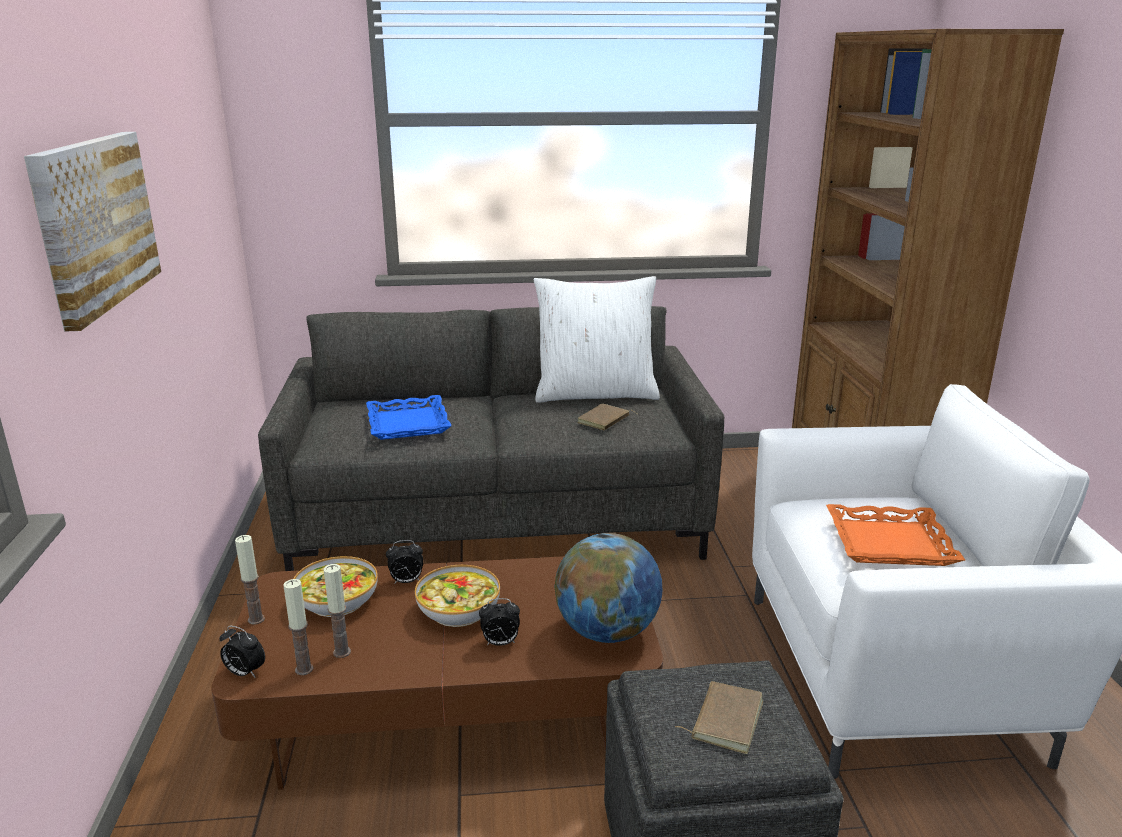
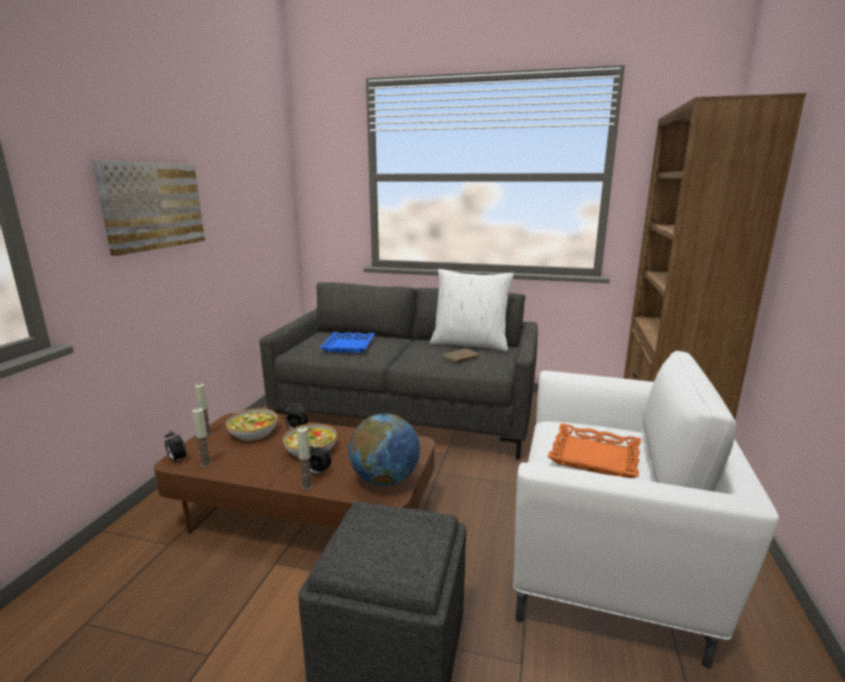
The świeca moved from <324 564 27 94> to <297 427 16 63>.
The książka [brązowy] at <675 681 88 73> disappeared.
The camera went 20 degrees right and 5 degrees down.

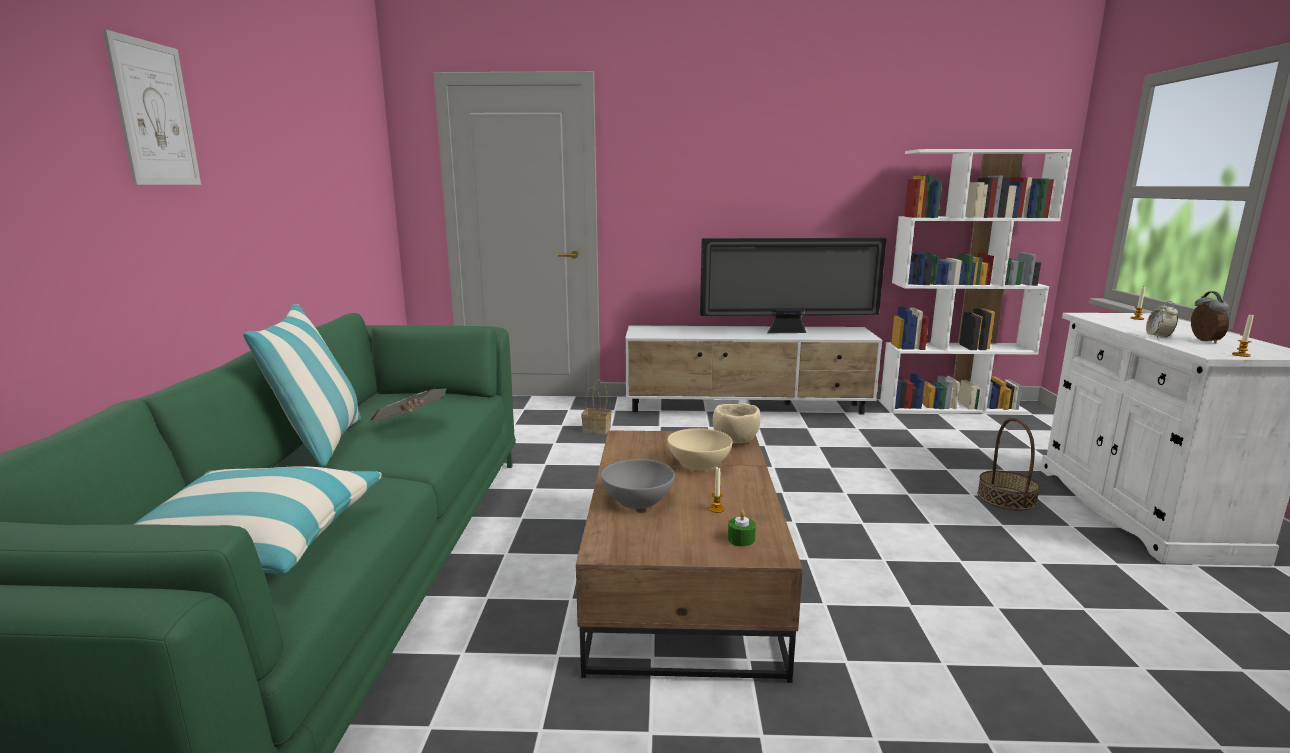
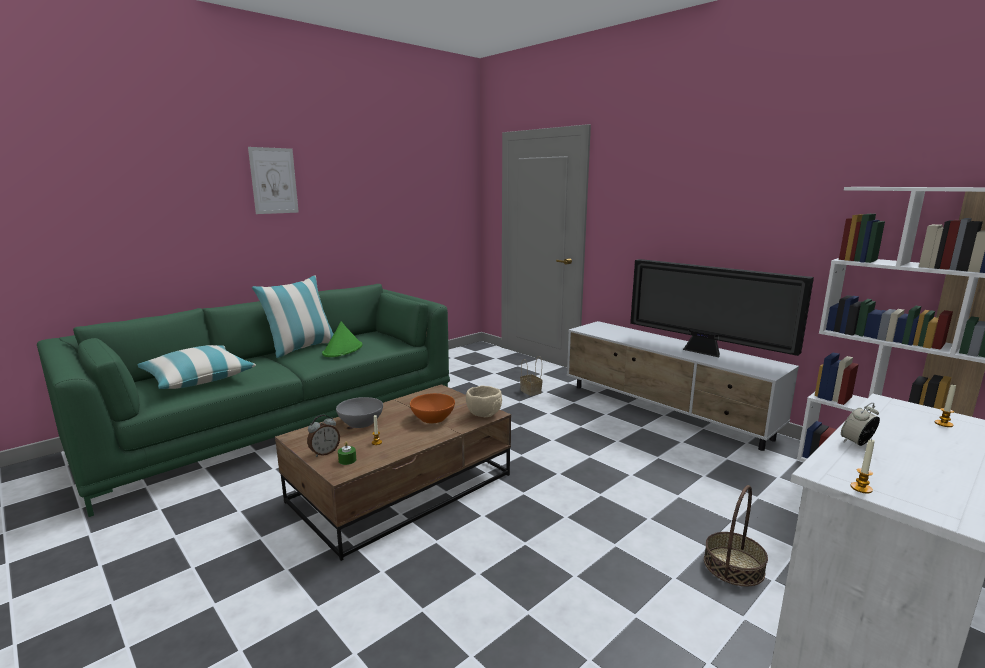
The gazeta at <369 388 78 34> was replaced by the kapelusz [zielony] at <322 322 41 35>.
The miska [beżowy] at <668 428 65 42> became the miska [pomarańczowy] at <410 393 45 30>.
The budzik moved from <1191 291 38 53> to <307 415 33 42>.
The camera went 45 degrees right and 0 degrees up.

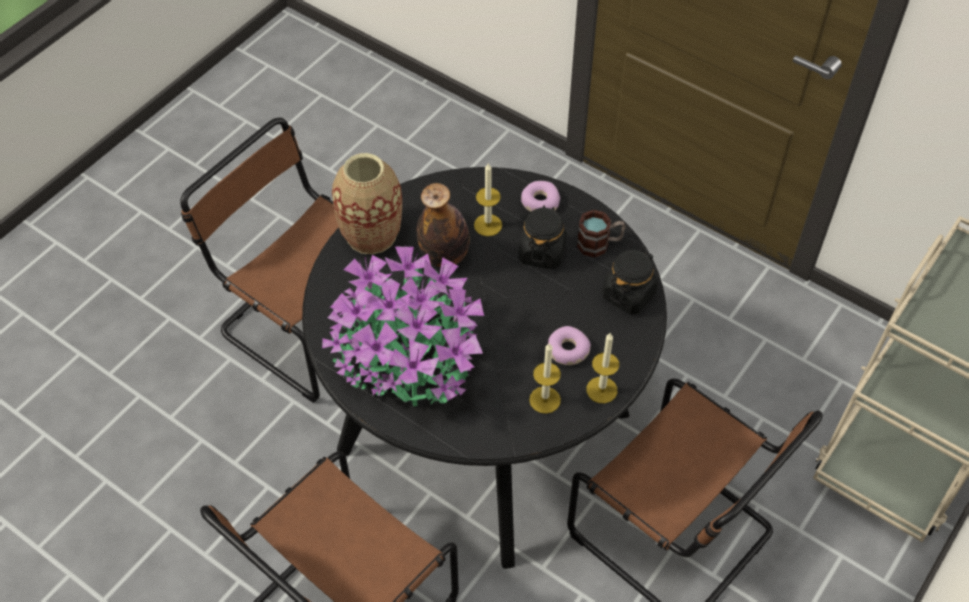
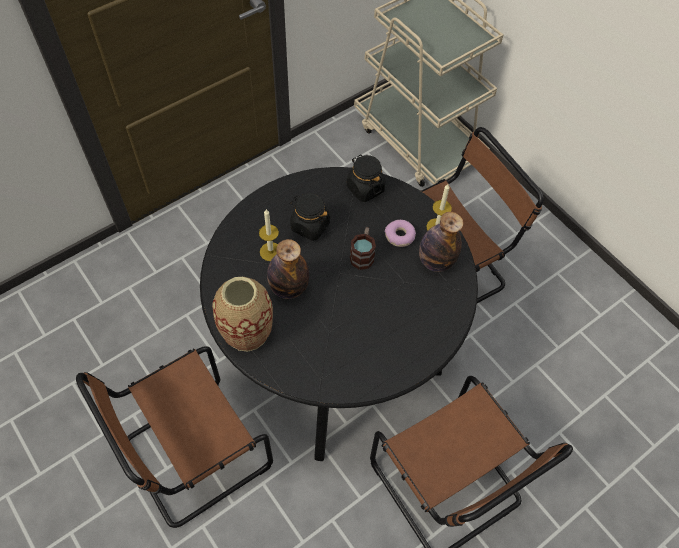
The roślina doniczkowa at <322 247 162 160> disappeared.
The donut at <521 181 39 31> disappeared.
The świeca at <529 343 32 71> was replaced by the butelka at <419 212 44 60>.
The kubek moved from <577 210 48 48> to <350 227 26 43>.
The camera went 75 degrees left and 5 degrees up.

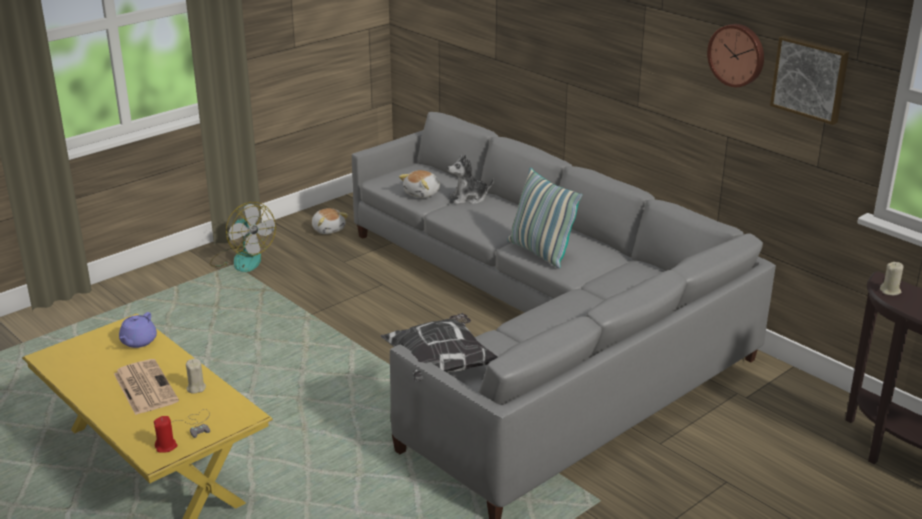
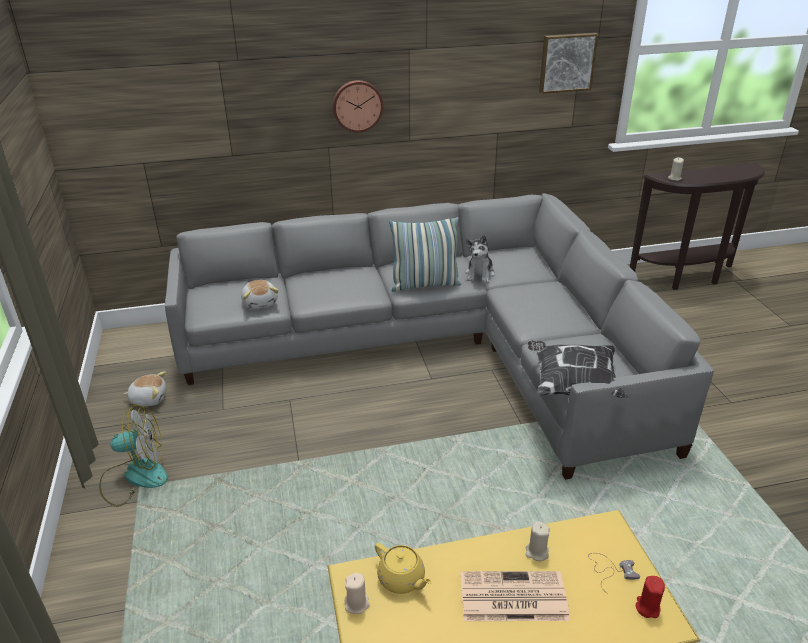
The imbryk [fioletowy] at <119 312 38 36> became the imbryk [żółty] at <375 543 57 51>.
The pluszak moved from <448 154 46 51> to <466 235 29 48>.
The zegar ścienny moved from <707 24 57 63> to <333 80 50 52>.
The świeca [beżowy] at <345 573 25 41> appeared.
The camera went 60 degrees left and 5 degrees up.

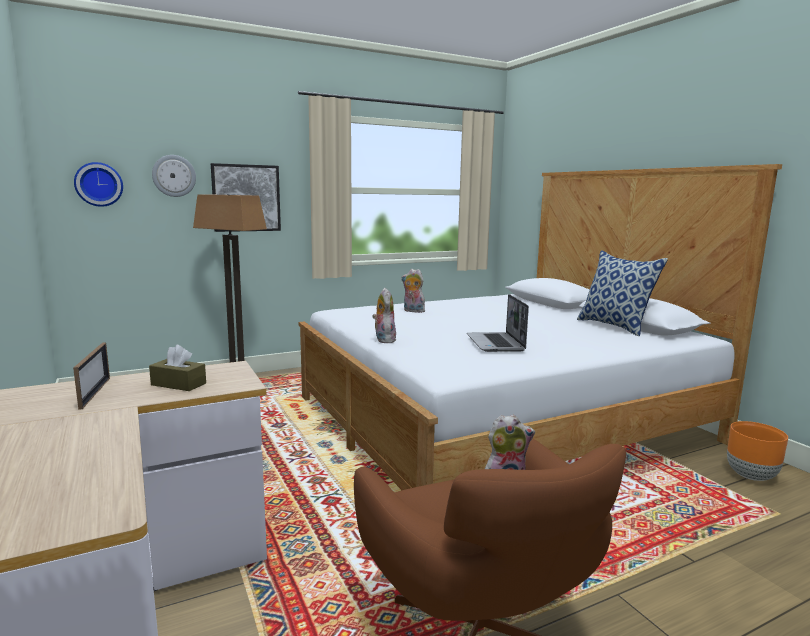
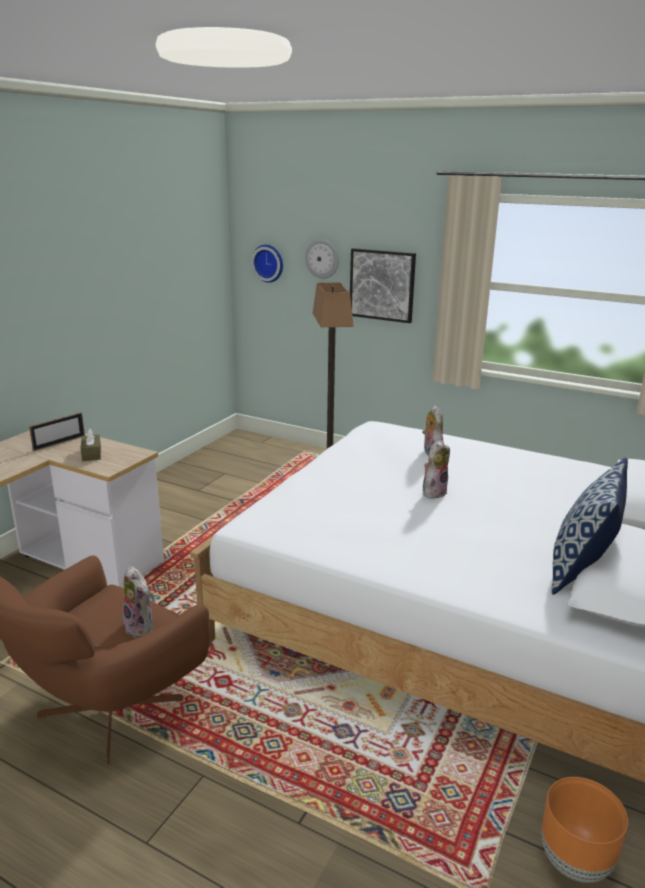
The pluszak moved from <372 288 24 55> to <423 440 27 59>.
The laptop at <467 294 62 58> disappeared.
The camera went 55 degrees right and 10 degrees up.

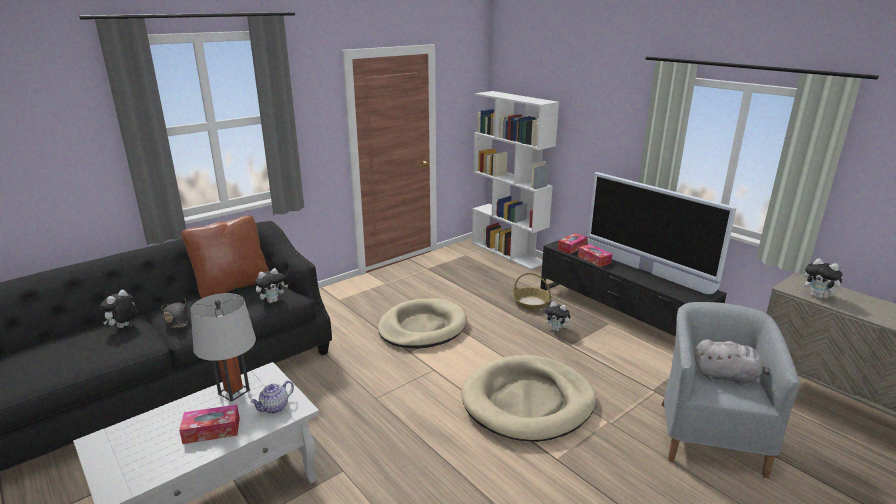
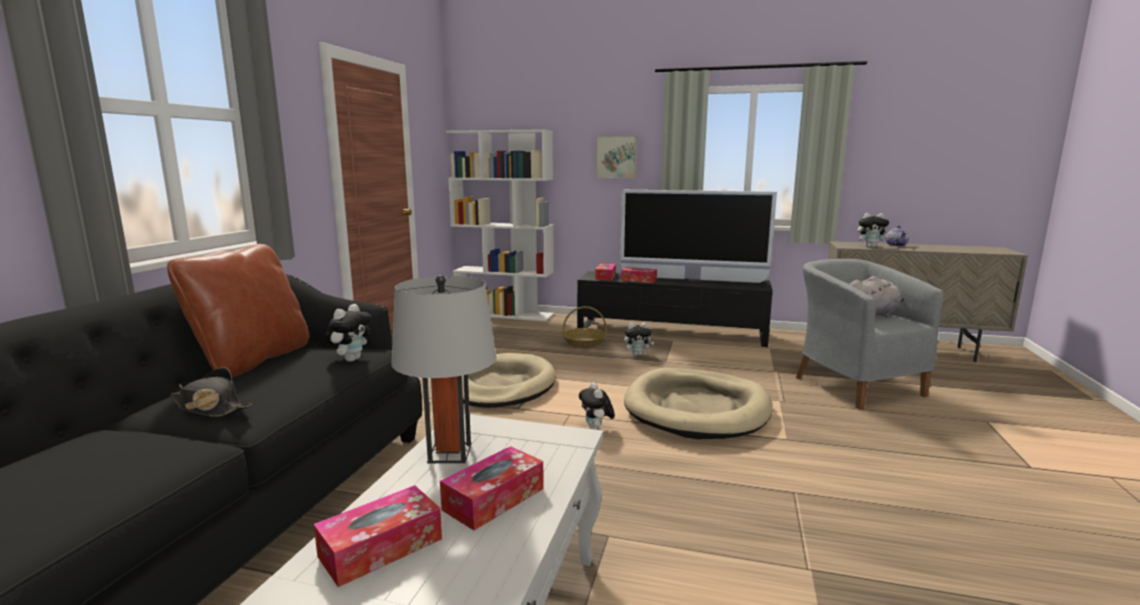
The pluszak moved from <100 290 38 38> to <579 382 36 48>.
The imbryk moved from <251 381 43 33> to <886 225 23 22>.
The pudełko chusteczek at <314 485 128 102> appeared.
The obraz at <595 136 42 42> appeared.
The camera went 35 degrees left and 10 degrees down.

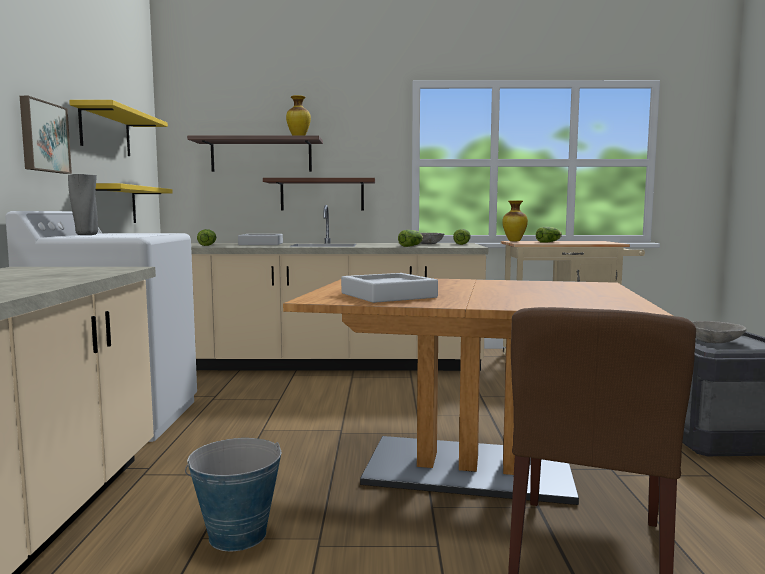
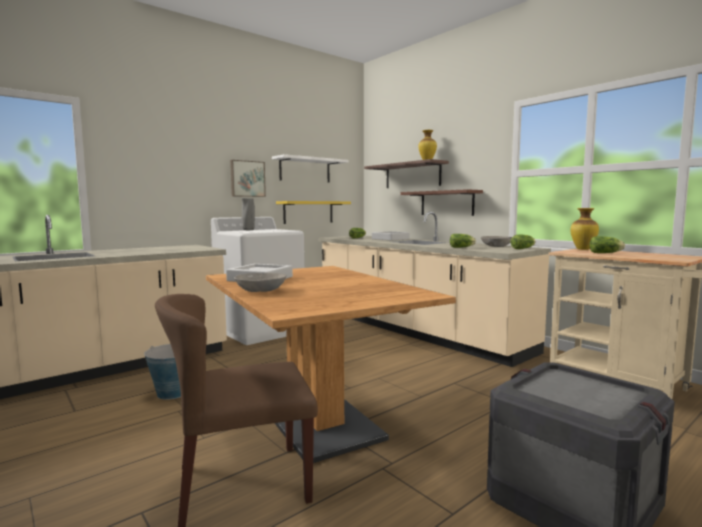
The półka [żółty] at <69 100 99 56> became the półka [biały] at <272 154 76 28>.
The miska [szary] moved from <692 321 55 22> to <234 273 53 19>.
The camera went 50 degrees right and 0 degrees up.

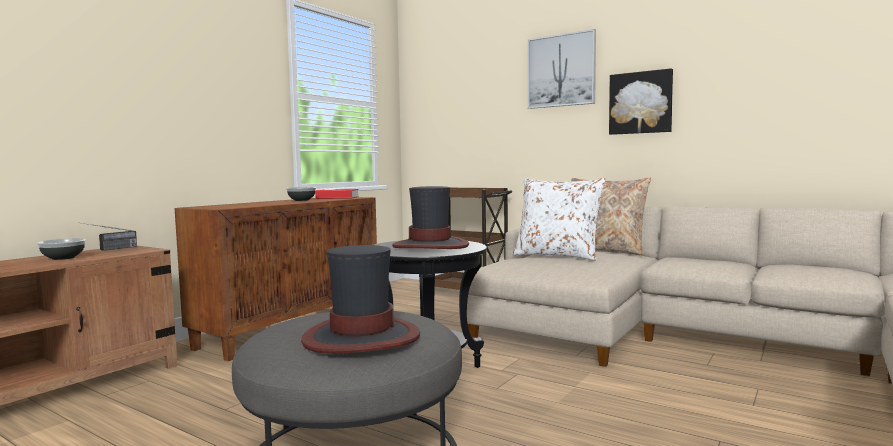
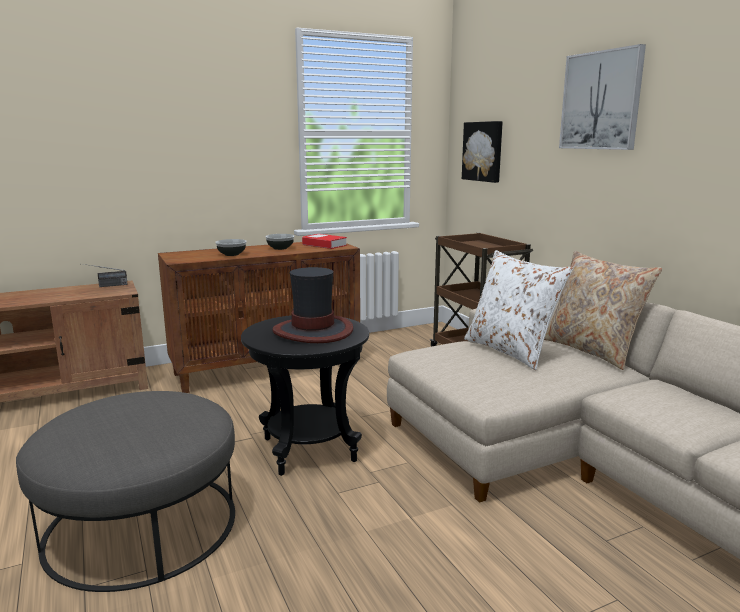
The miska moved from <37 238 49 22> to <215 239 32 17>.
The kapelusz at <301 245 119 109> disappeared.
The obraz moved from <609 68 64 67> to <462 121 41 62>.
The camera went 30 degrees right and 10 degrees up.

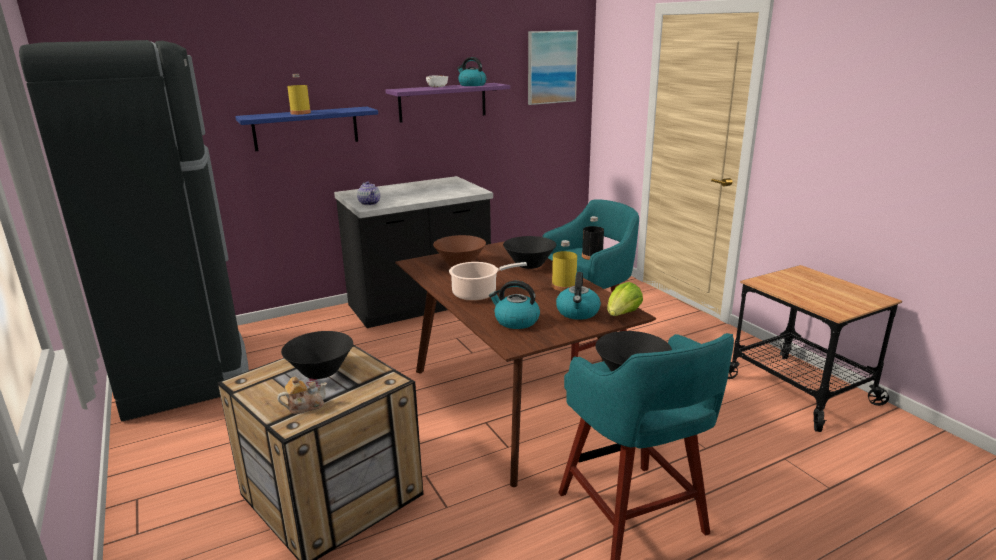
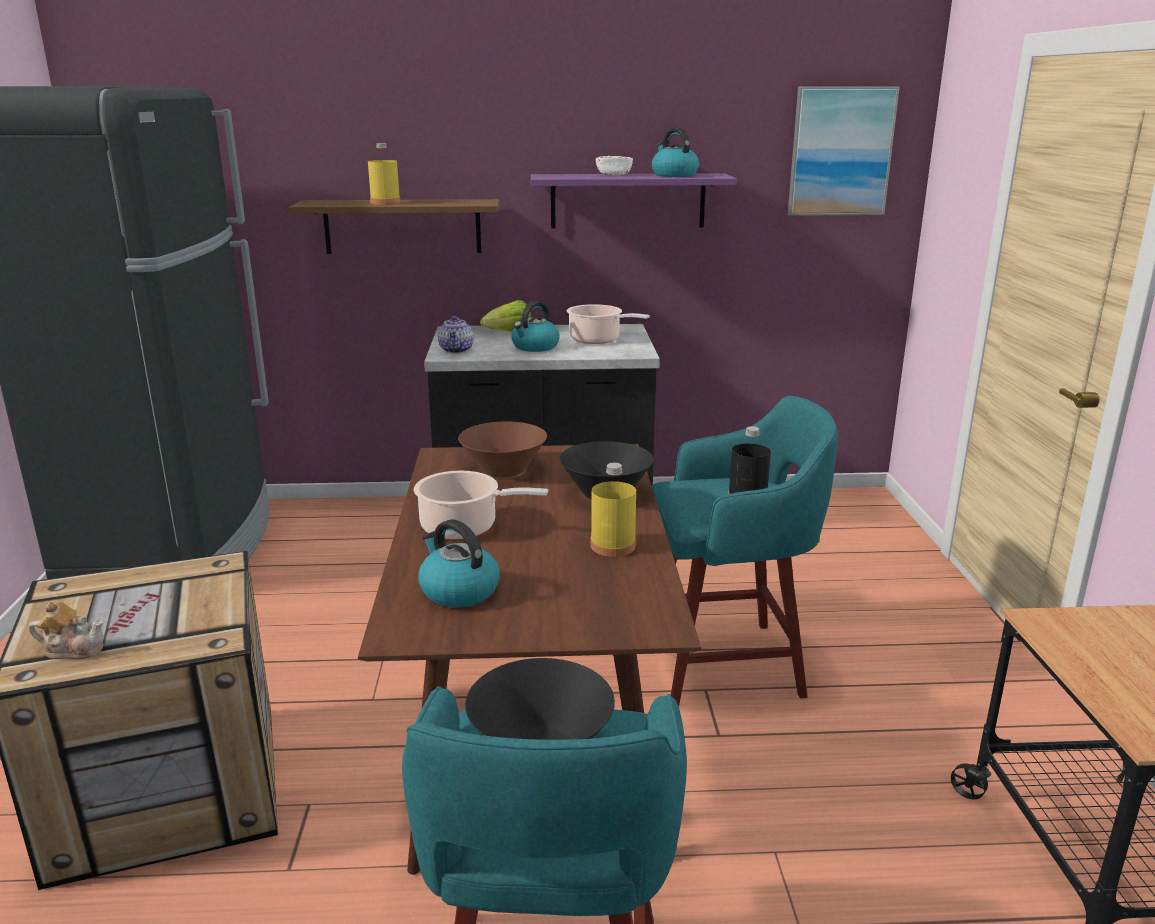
The półka [niebieski] at <235 107 143 44> became the półka [brązowy] at <289 199 210 55>.
The miska [czarny] at <281 331 72 48> disappeared.
The czajnik moved from <556 272 45 48> to <511 301 49 51>.
The sałata moved from <607 282 36 34> to <480 300 51 32>.
The garnek at <567 304 83 40> appeared.
The camera went 25 degrees right and 0 degrees up.

